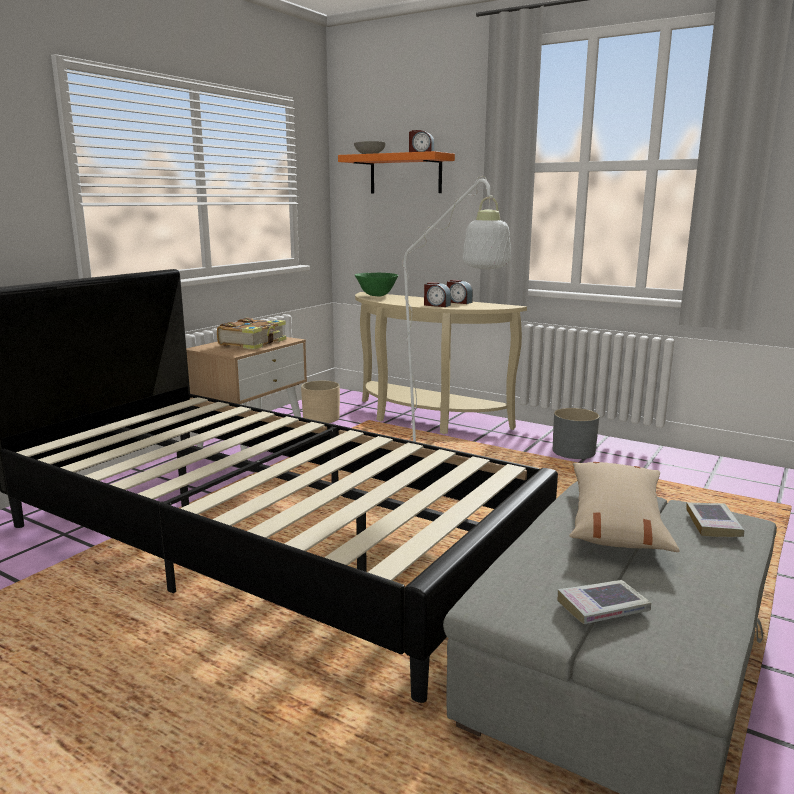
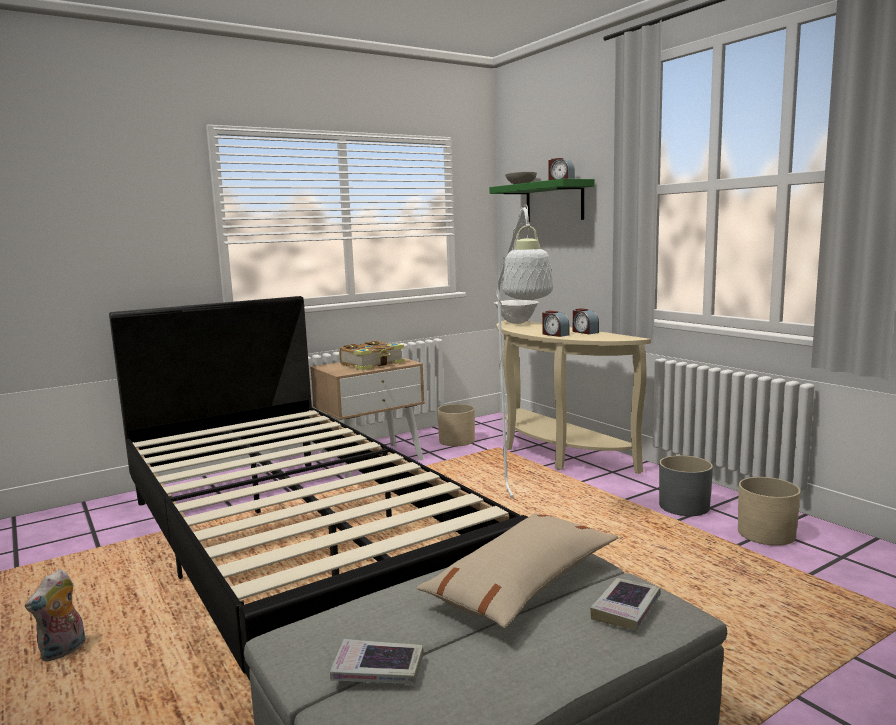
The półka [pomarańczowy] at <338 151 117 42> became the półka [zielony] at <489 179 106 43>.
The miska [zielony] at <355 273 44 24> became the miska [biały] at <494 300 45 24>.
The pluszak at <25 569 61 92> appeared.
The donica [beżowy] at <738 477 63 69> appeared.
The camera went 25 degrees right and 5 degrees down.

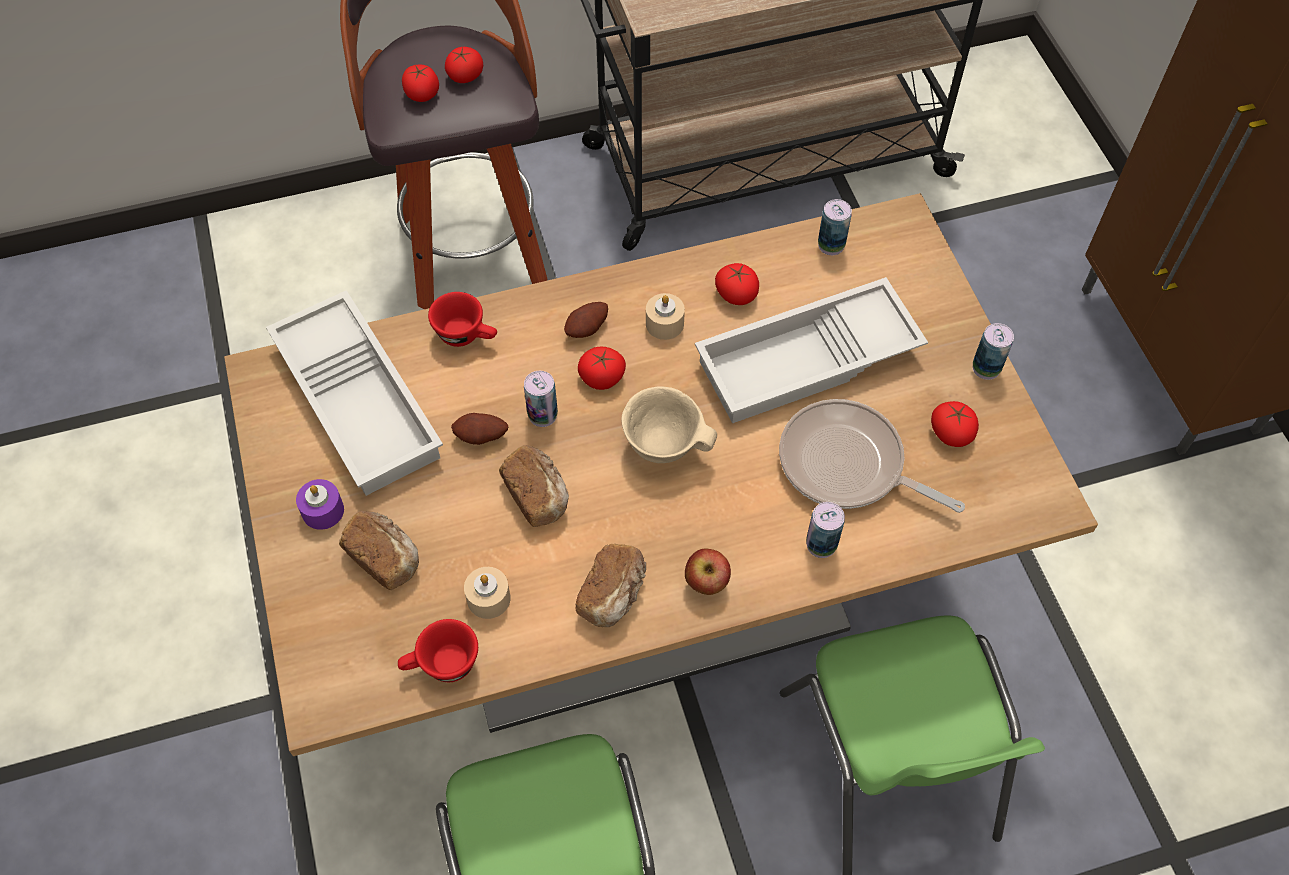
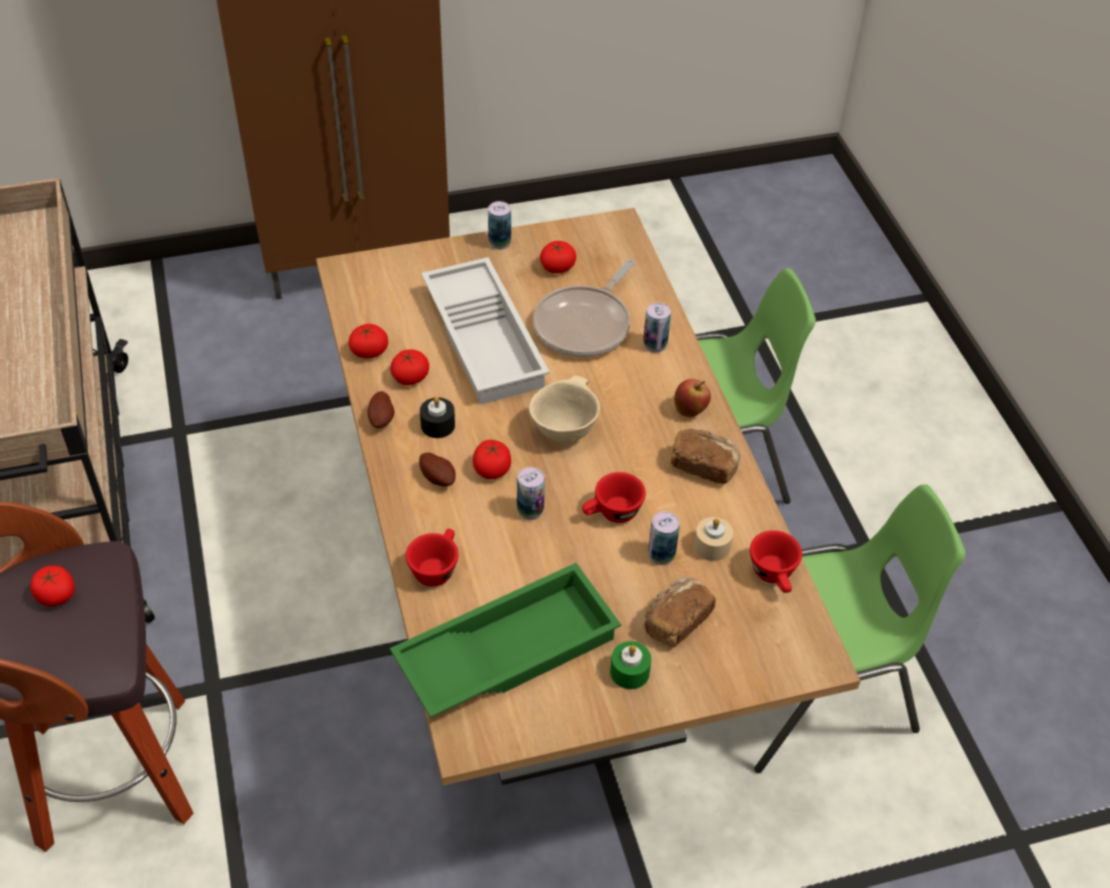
The taca [biały] at <266 290 177 206> became the taca [zielony] at <390 563 231 155>.
The świeca [fioletowy] at <296 479 48 51> became the świeca [zielony] at <610 641 41 48>.
The pomidor moved from <402 65 37 37> to <349 324 39 34>.
The ziemniak moved from <451 413 57 32> to <367 391 28 37>.
The chleb at <499 445 70 82> was replaced by the filiżanka [czerwony] at <582 472 64 51>.
The świeca [beżowy] at <646 293 39 47> became the świeca [czarny] at <420 397 35 41>.
The puszka moved from <818 199 34 56> to <648 511 32 54>.
The camera went 90 degrees left and 10 degrees down.

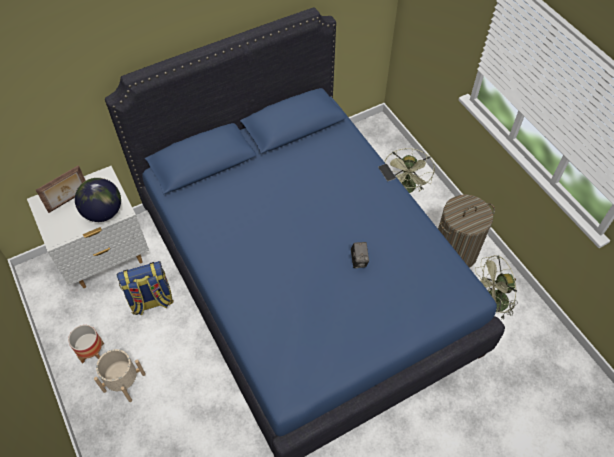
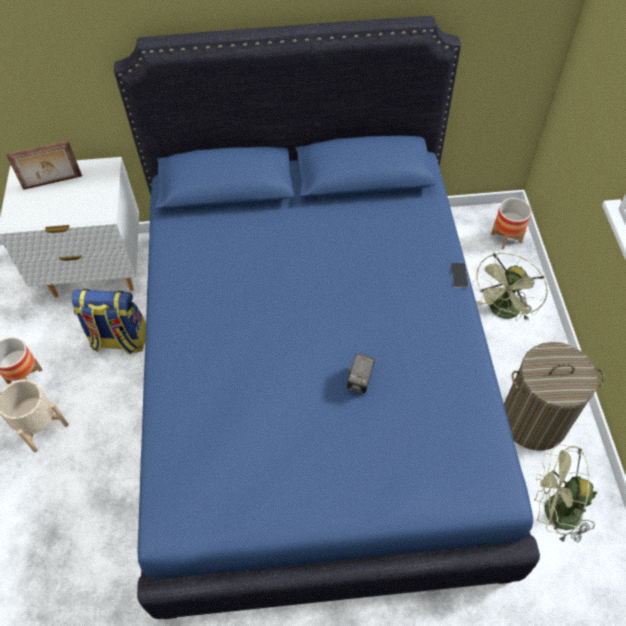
The globus at <75 178 46 44> disappeared.
The donica at <491 198 40 51> appeared.
The camera went 25 degrees right and 0 degrees up.

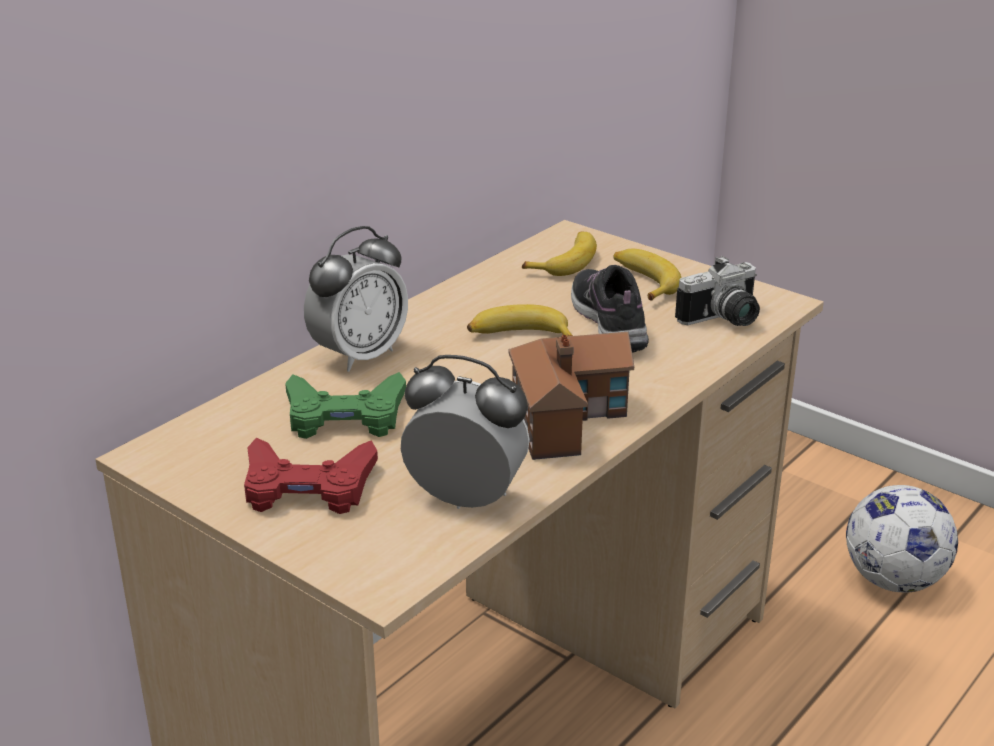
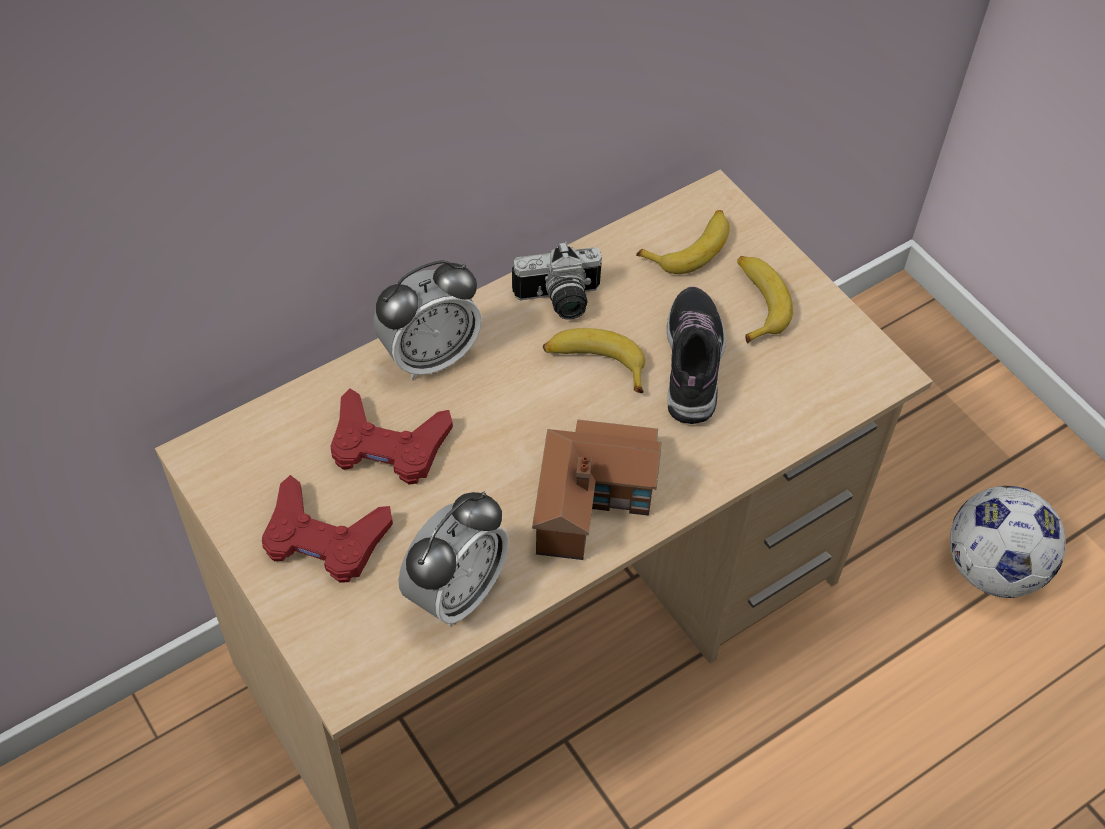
The pad do gier [zielony] at <285 372 121 67> became the pad do gier [czerwony] at <331 389 122 95>.
The budzik at <401 355 129 154> turned 90 degrees clockwise.
The aparat fotograficzny moved from <675 256 85 70> to <512 241 90 78>.
The camera went 15 degrees right and 25 degrees up.

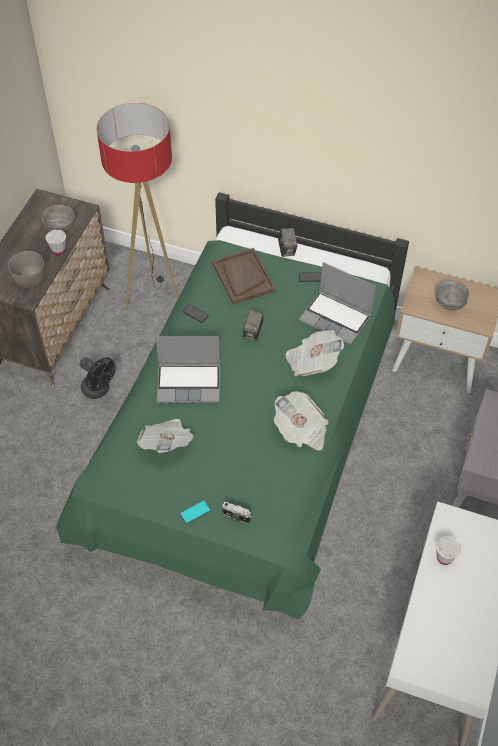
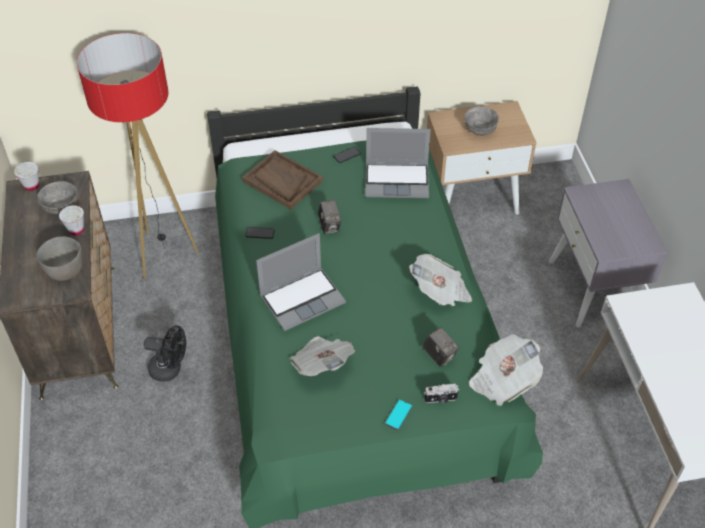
The aparat fotograficzny moved from <278 228 20 29> to <422 327 37 40>.
The gazeta moved from <285 330 59 47> to <469 334 74 72>.
The filiżanka [biały] moved from <436 536 25 29> to <14 162 25 29>.
The camera went 30 degrees left and 5 degrees down.

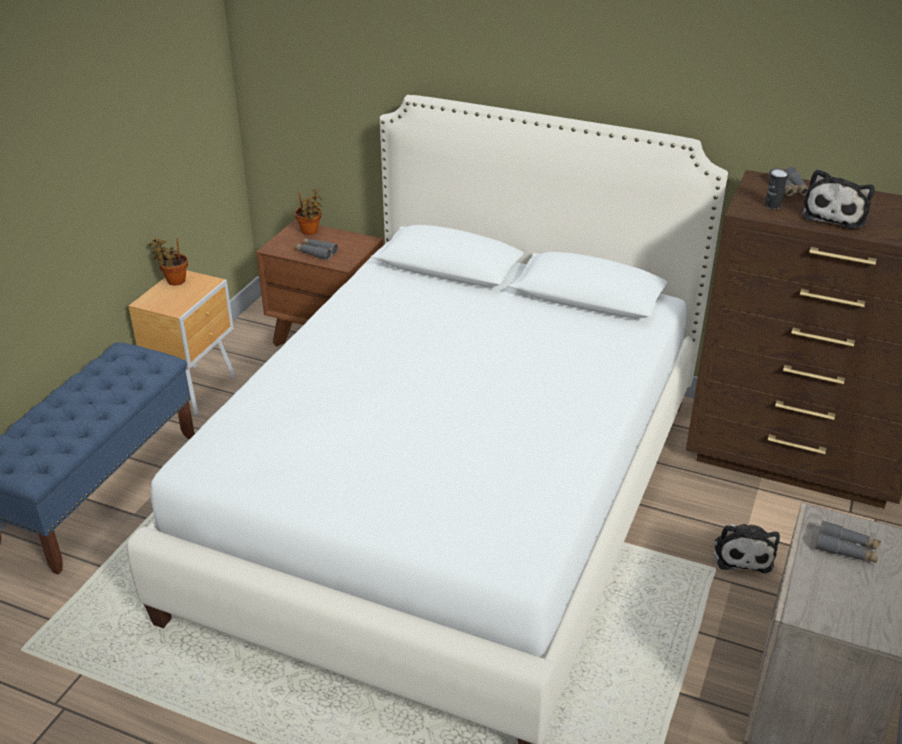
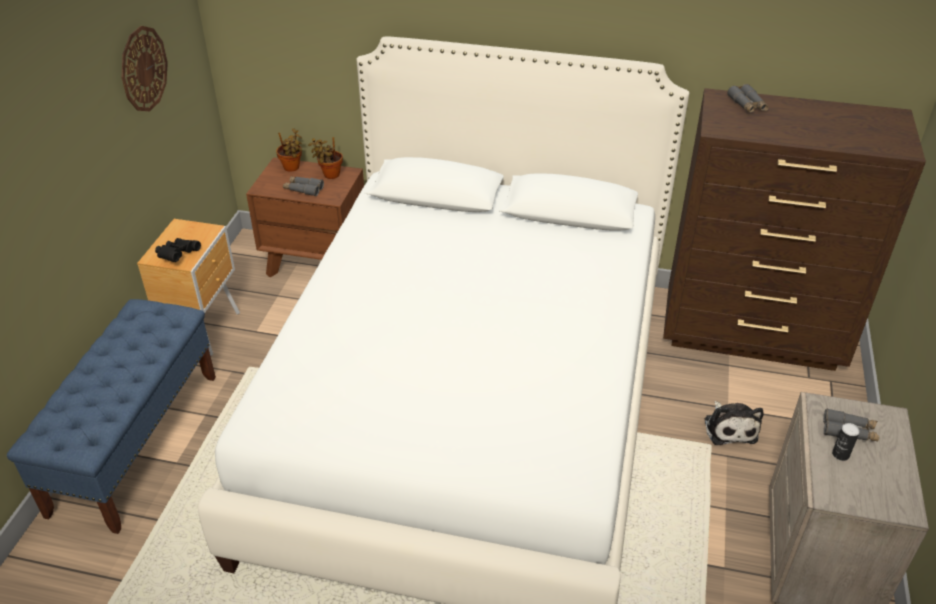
The roślina doniczkowa moved from <149 238 39 47> to <308 137 35 42>.
The puszka moved from <765 169 22 40> to <832 423 28 38>.
The pluszak at <803 169 72 60> disappeared.
The zegar ścienny at <122 26 46 85> appeared.
The lornetka [czarny] at <155 238 46 24> appeared.
The camera went 10 degrees left and 5 degrees up.

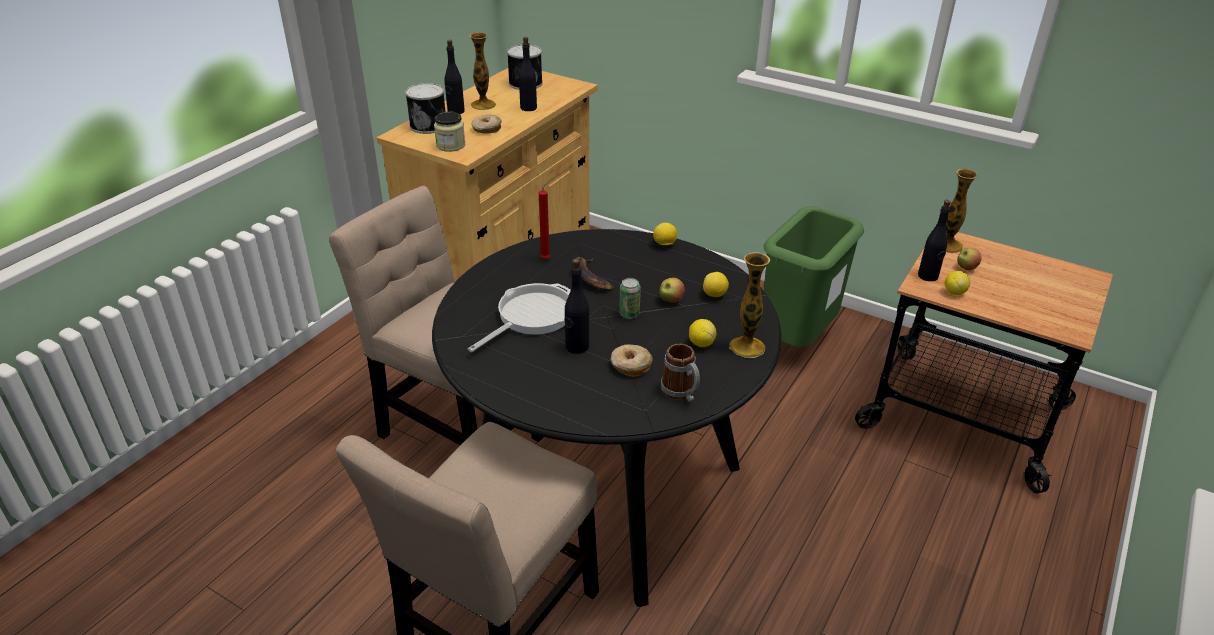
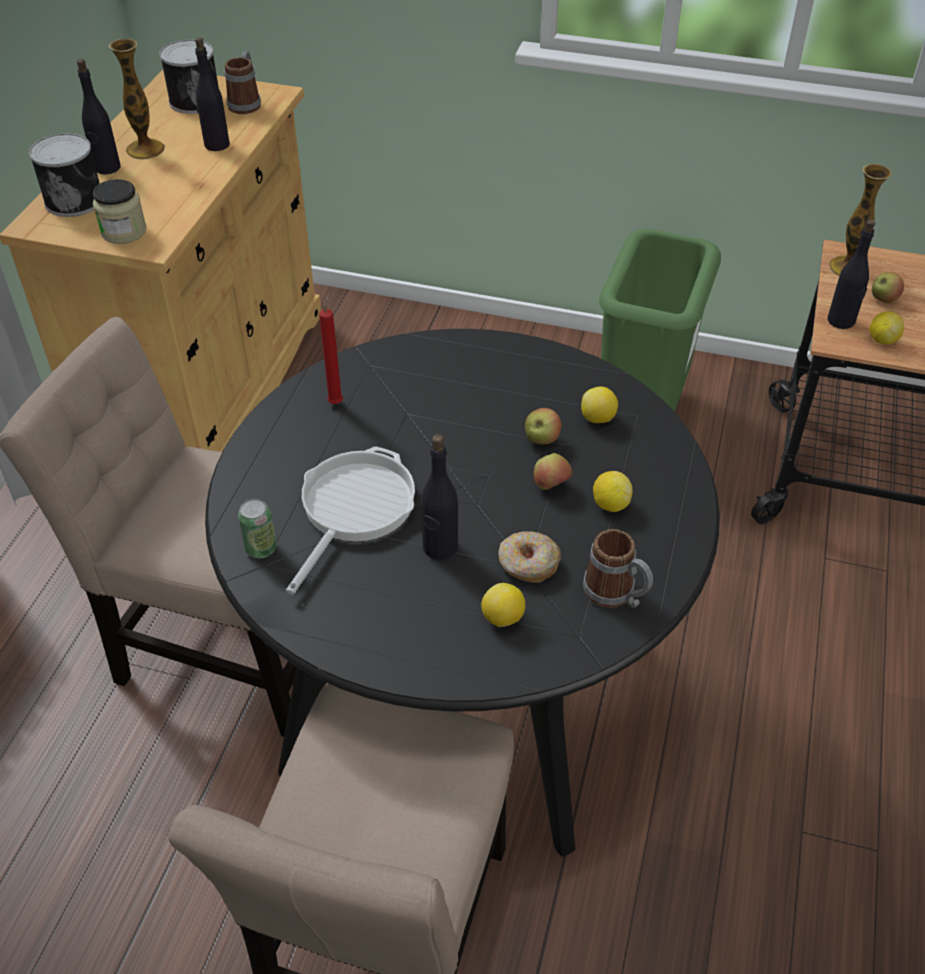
The donut at <471 115 31 19> disappeared.
The banan at <576 257 38 33> disappeared.
The puszka moved from <619 278 22 41> to <238 498 39 60>.
The cytryna moved from <653 223 24 22> to <481 583 44 44>.
The wazon at <729 252 41 106> disappeared.
The kubek at <224 51 37 63> appeared.
The jabłko at <534 453 38 37> appeared.
The camera went 15 degrees left and 10 degrees up.

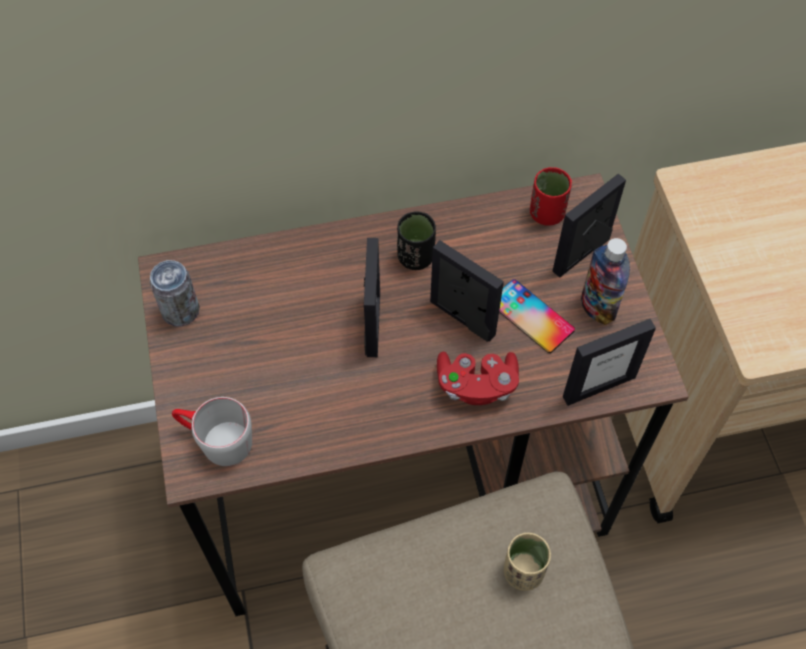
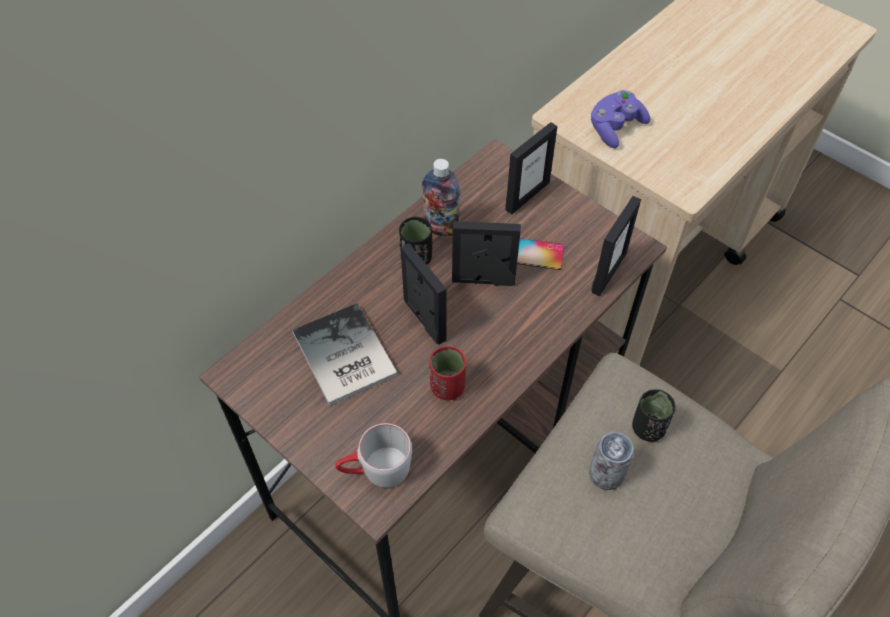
The puszka moved from <150 260 50 66> to <589 432 45 58>.
The pad do gier [czerwony] at <437 352 82 53> disappeared.
The filiżanka [beżowy] at <504 533 47 58> became the filiżanka [czarny] at <632 389 44 53>.
The filiżanka [czerwony] moved from <530 167 42 59> to <429 346 37 54>.
The ramka na zdjęcie at <553 174 73 104> turned 150 degrees counterclockwise.
The butelka moved from <581 238 49 87> to <422 159 38 77>.
The książka at <292 303 106 103> appeared.
The pad do gier [fioletowy] at <591 90 59 58> appeared.
The camera went 35 degrees left and 5 degrees down.

